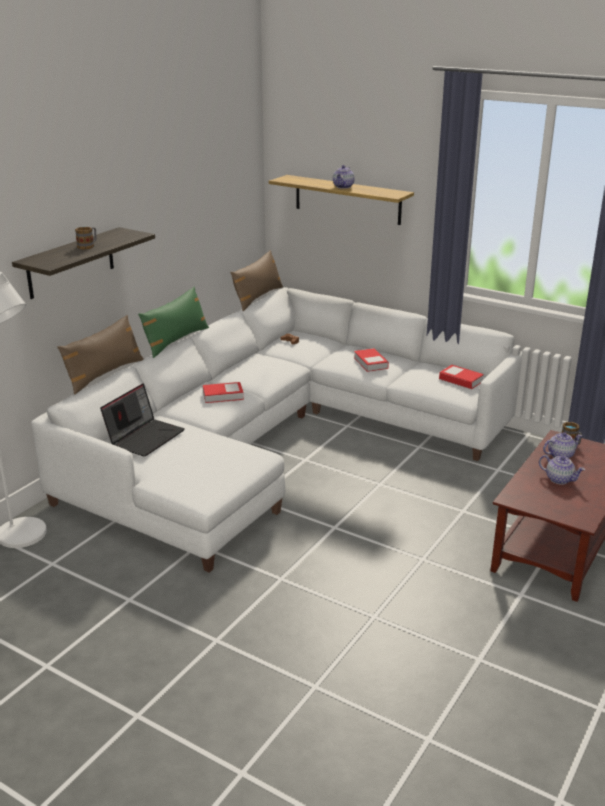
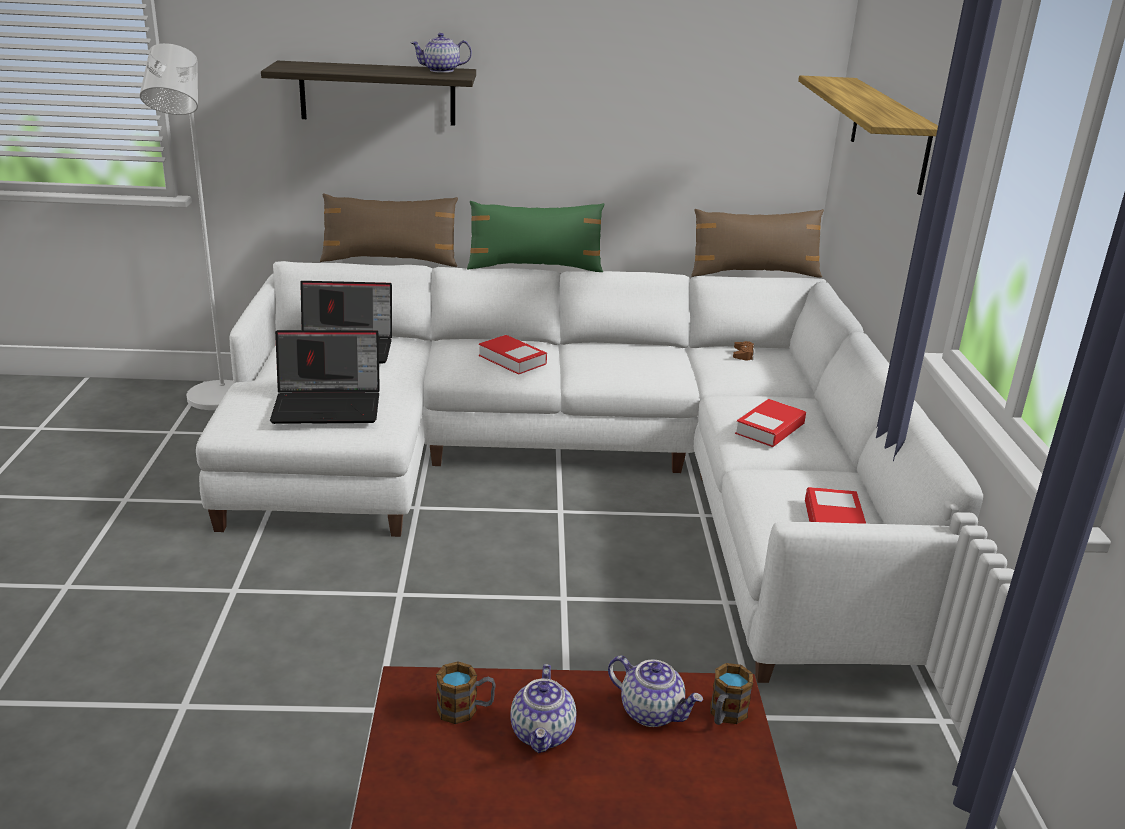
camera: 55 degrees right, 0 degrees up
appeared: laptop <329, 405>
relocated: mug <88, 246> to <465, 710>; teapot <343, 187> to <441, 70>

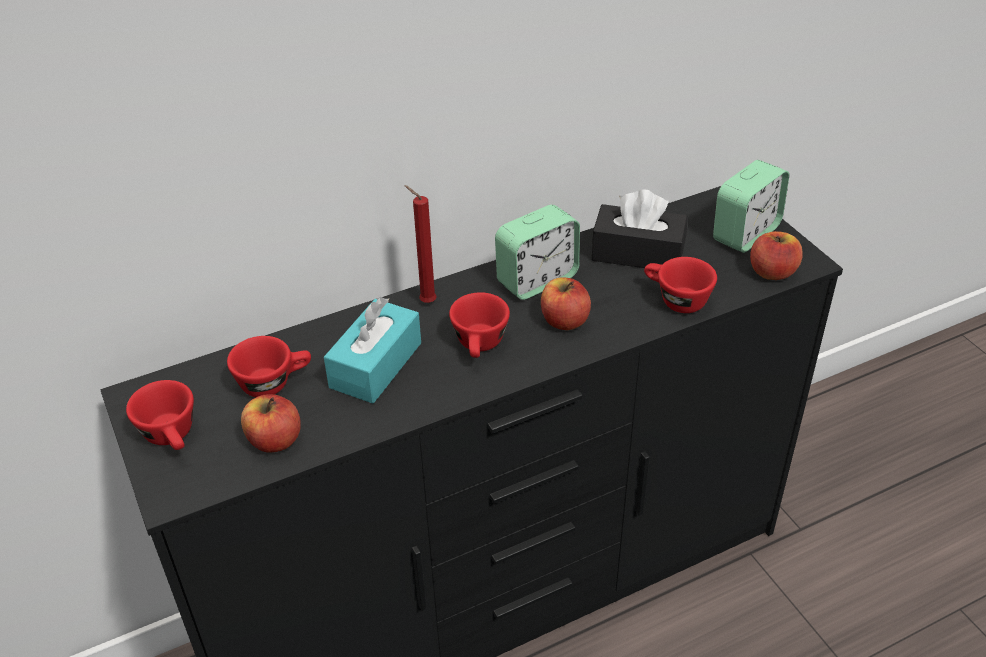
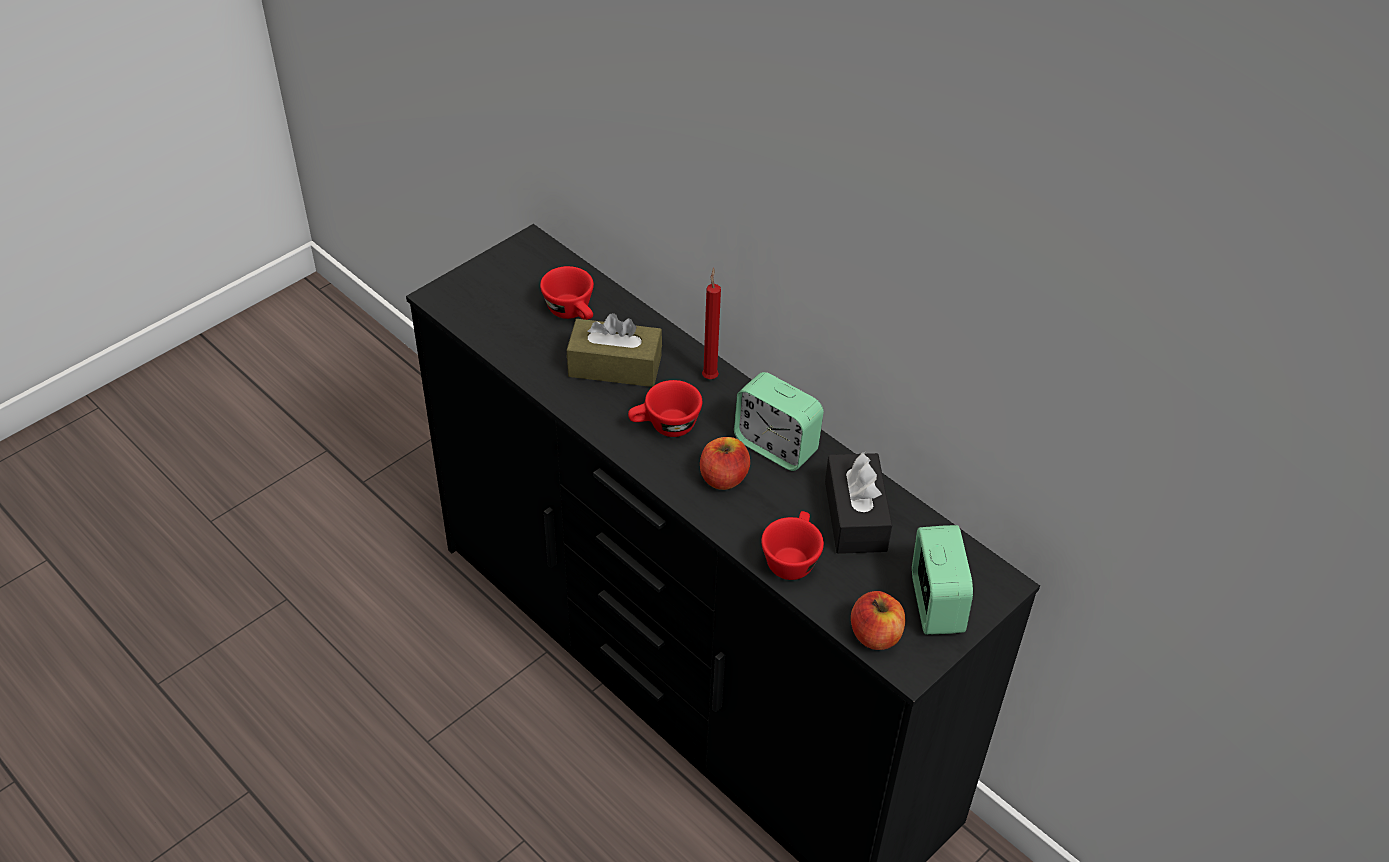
camera: 70 degrees right, 5 degrees up
missing: red cup <172, 437>; apple <274, 440>
colour: turquoise tissue box <376, 365> to brown tissue box <615, 366>
spun: alarm clock <745, 234> = <935, 604> 120 degrees counterclockwise

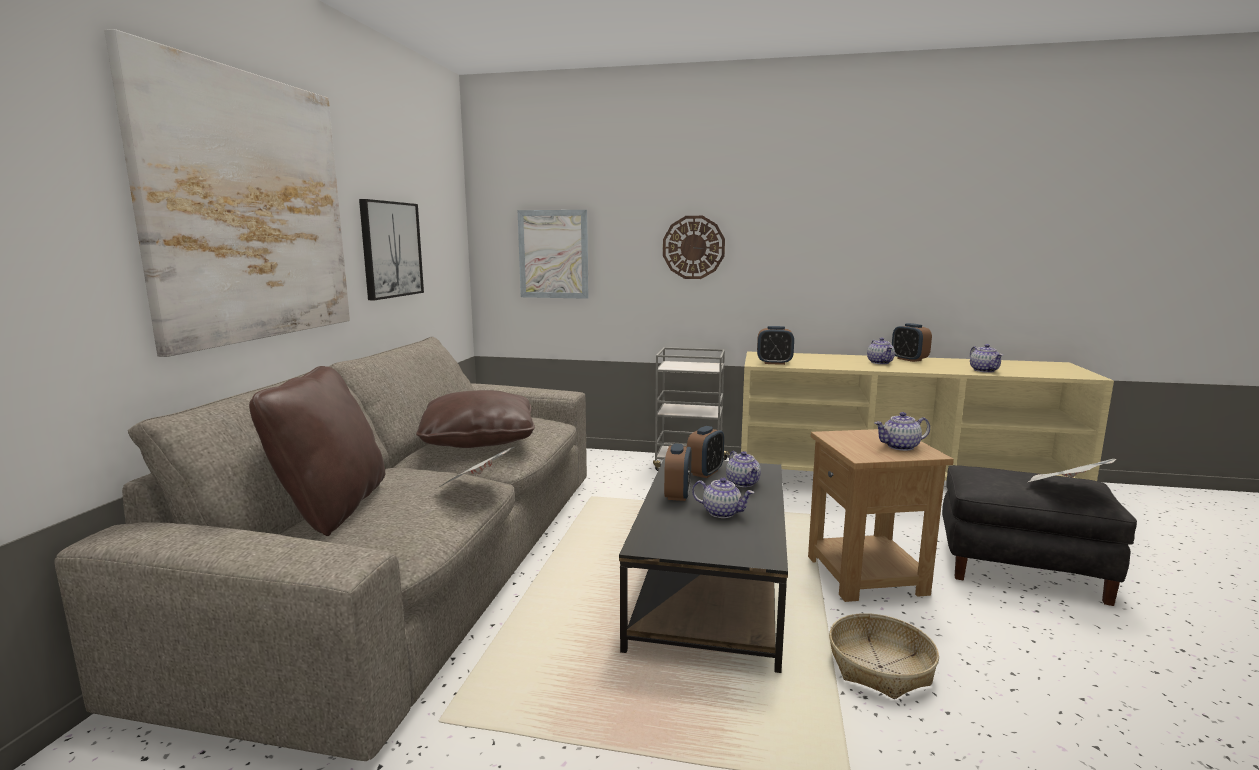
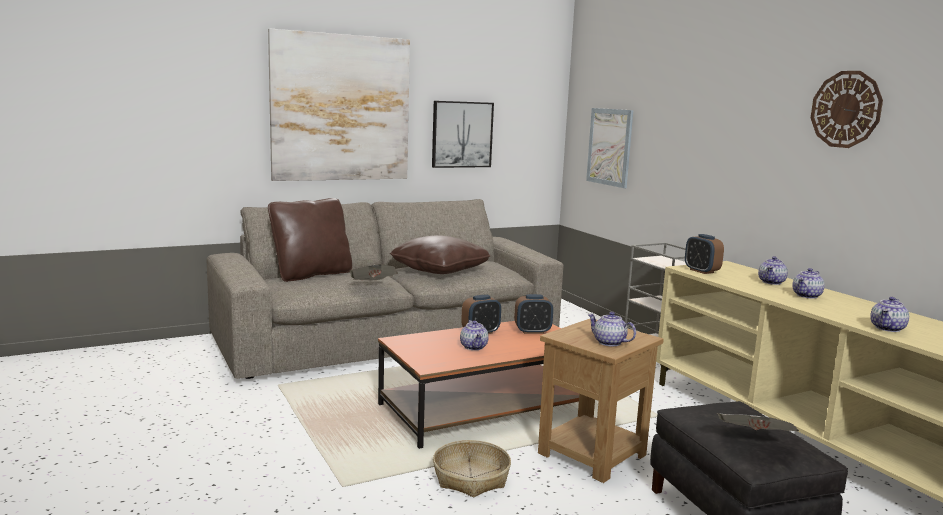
camera: 50 degrees right, 0 degrees up
missing: alarm clock <909, 359>
relocated: wall clock <693, 247> to <846, 109>; teapot <743, 483> to <772, 282>
colour: black coffee table <710, 586> to orange coffee table <485, 408>

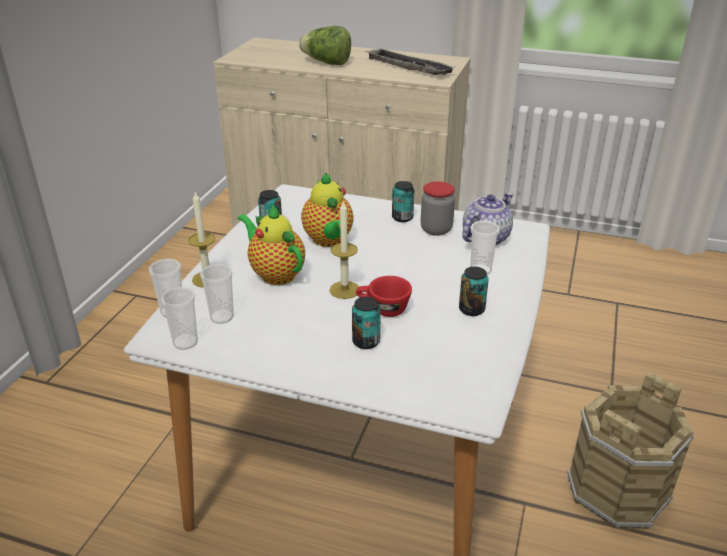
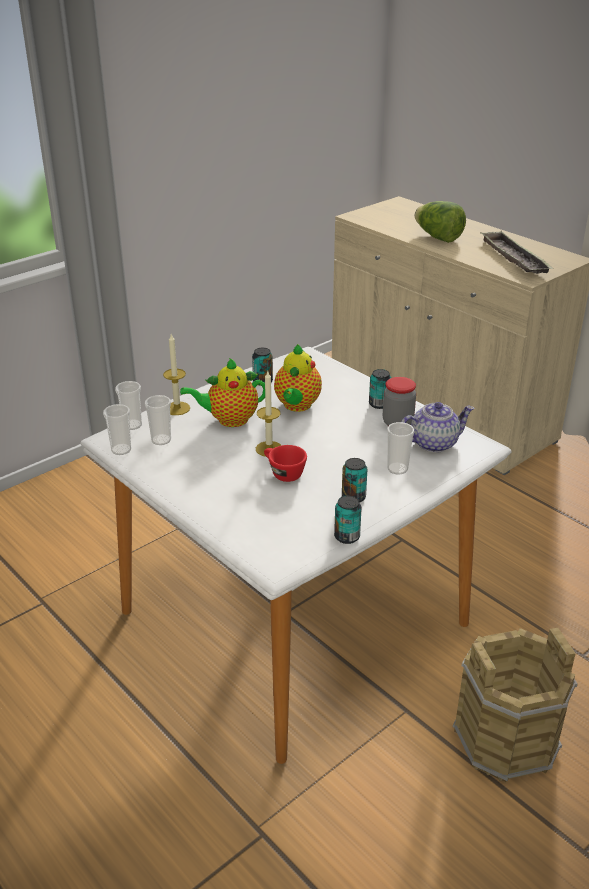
camera: 30 degrees right, 0 degrees up
relocated: can <366, 342> to <347, 537>
spun: teapot <275, 274> = <229, 420> 90 degrees counterclockwise

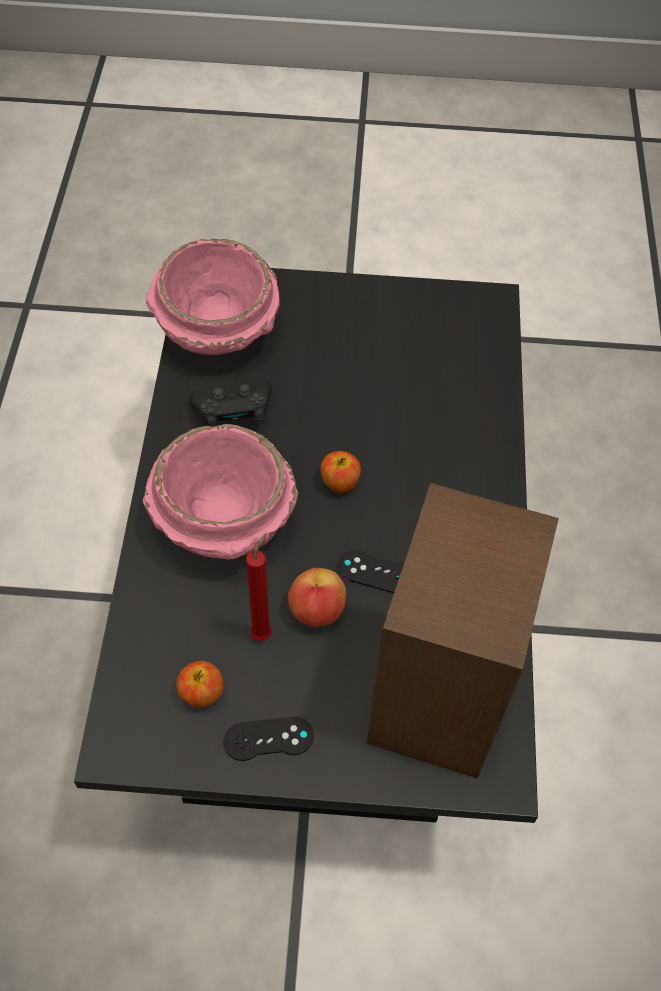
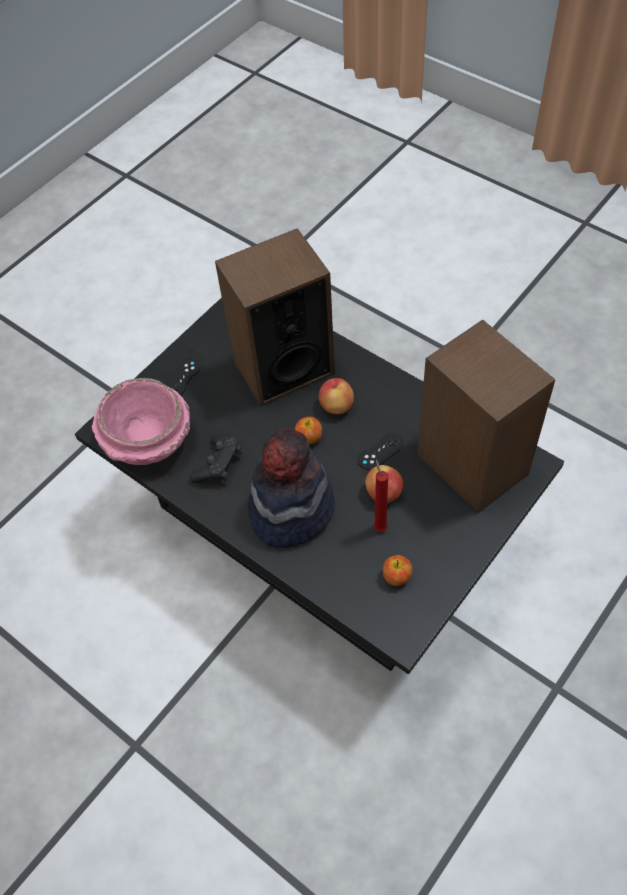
camera: 50 degrees left, 0 degrees up
appeared: speaker <283, 367>; apple <336, 406>
relocated: black game controller <268, 739> to <182, 378>
exchanged: pink bowl <222, 520> to hat <290, 509>

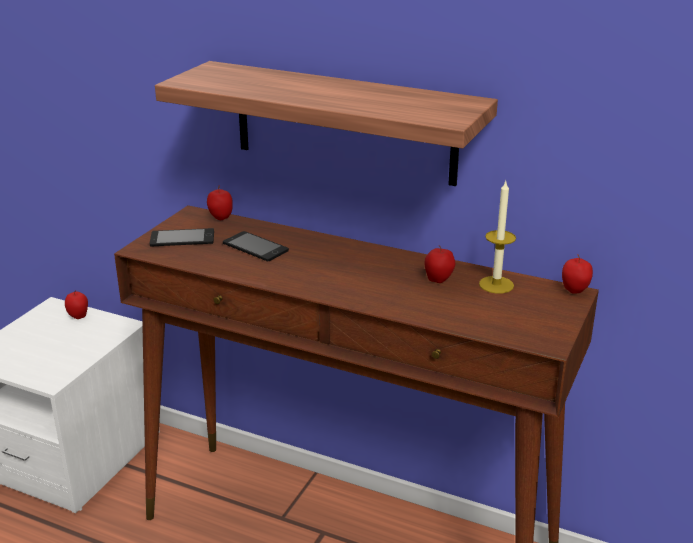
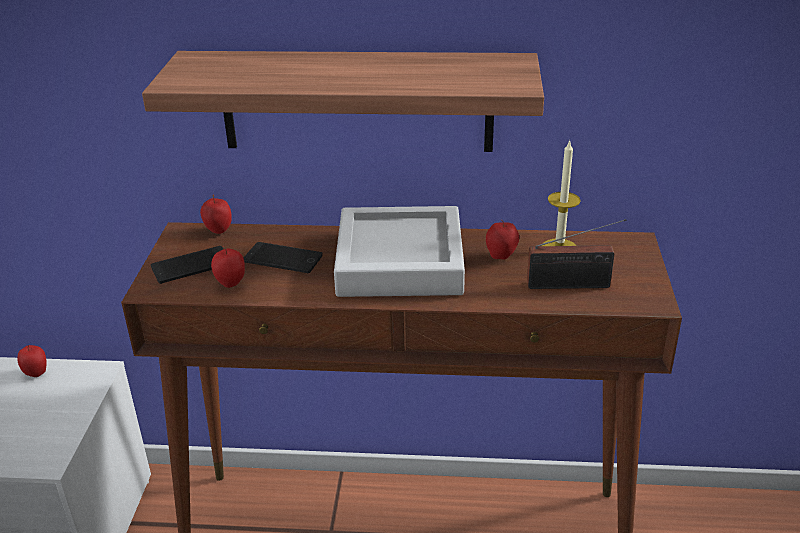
camera: 20 degrees left, 5 degrees up
appeared: grey tray <400, 262>; radio <573, 285>
relocated: apple <574, 291> to <231, 284>

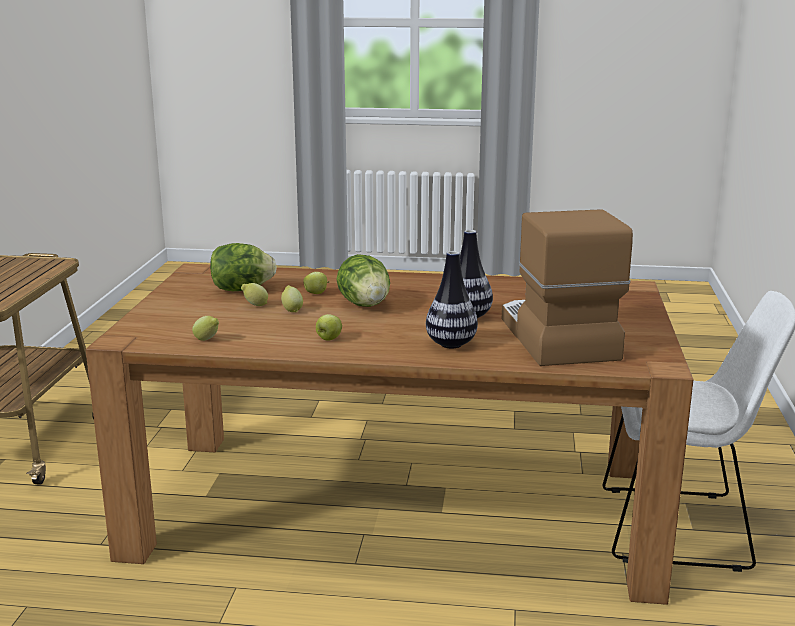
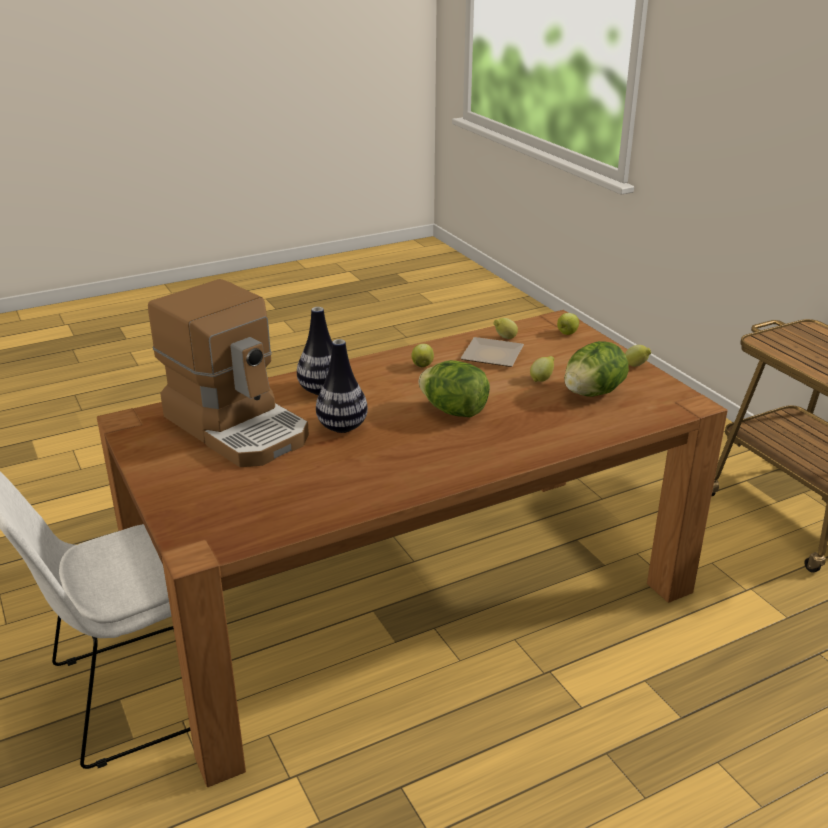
camera: 145 degrees right, 10 degrees up
appeared: plate <490, 356>
relocated: lemon <292, 310> to <636, 366>; apple <316, 293> to <567, 333>

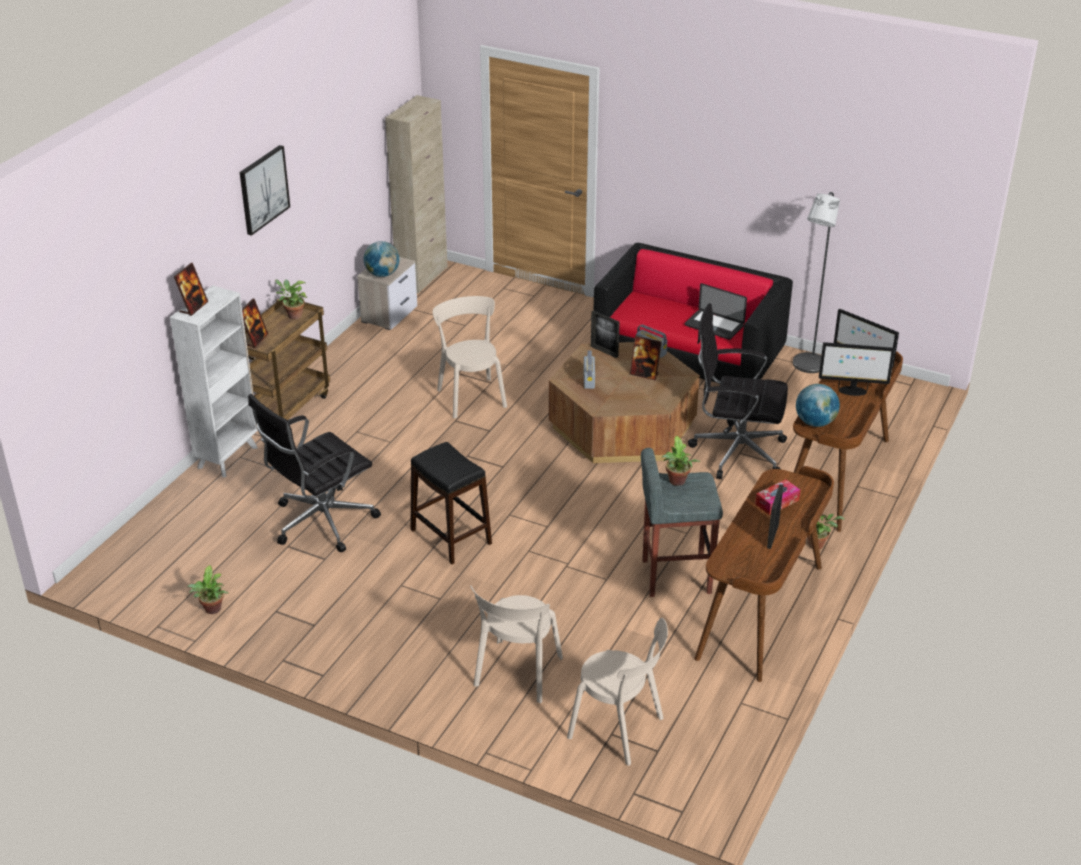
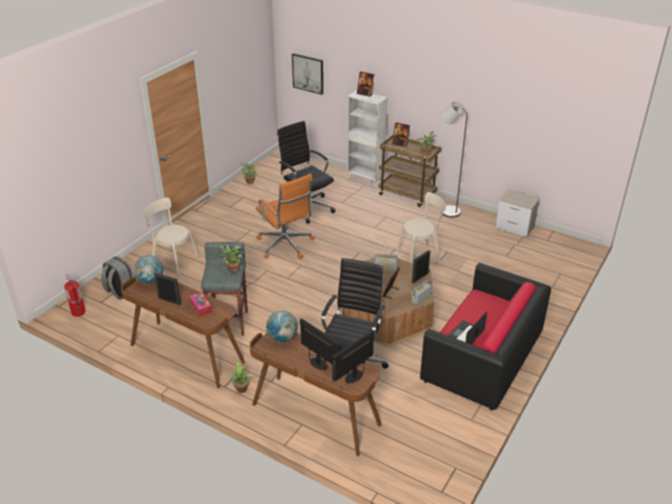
camera: 95 degrees right, 0 degrees up
missing: beige cabinet <422, 277>
appeared: fire extinguisher <78, 312>
relocated: picture <263, 189> to <308, 73>; globe <382, 274> to <150, 280>; grey floor lamp <807, 367> to <446, 210>
exchanged: black stool <451, 536> to orange office chair <286, 245>; beige chair <619, 729> to grey backpack <120, 291>
spun: monitor <852, 391> = <319, 364> 120 degrees clockwise

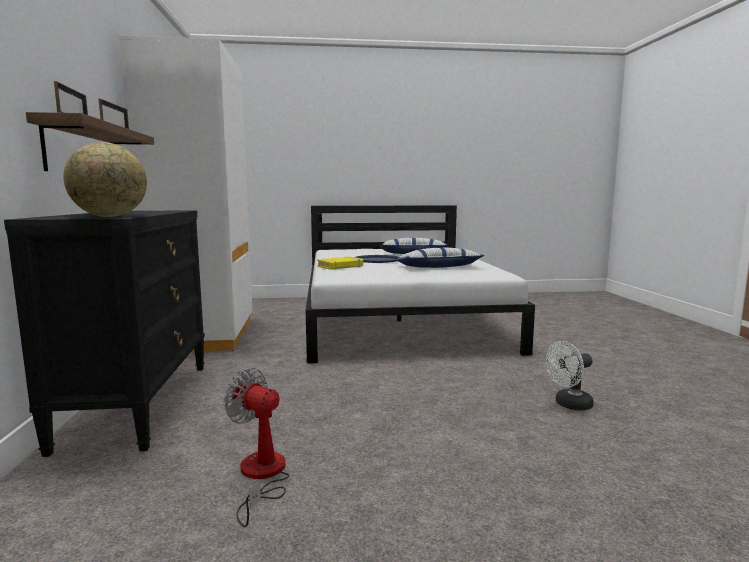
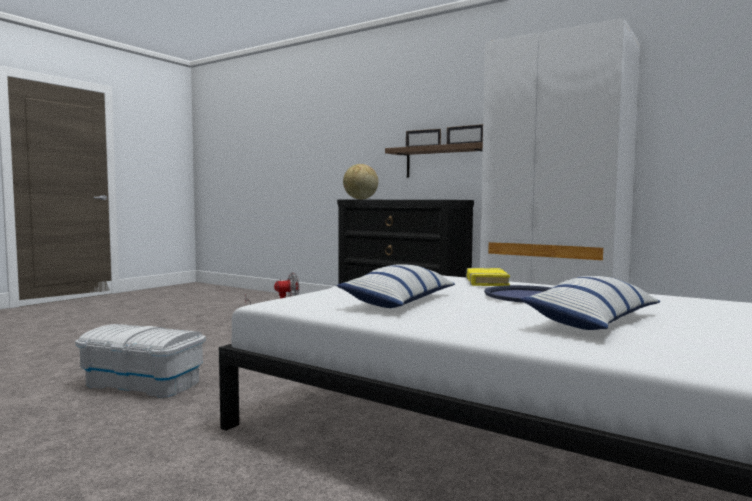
camera: 130 degrees right, 5 degrees down
exchanged: white fan <569, 405> to white storage box <142, 383>

